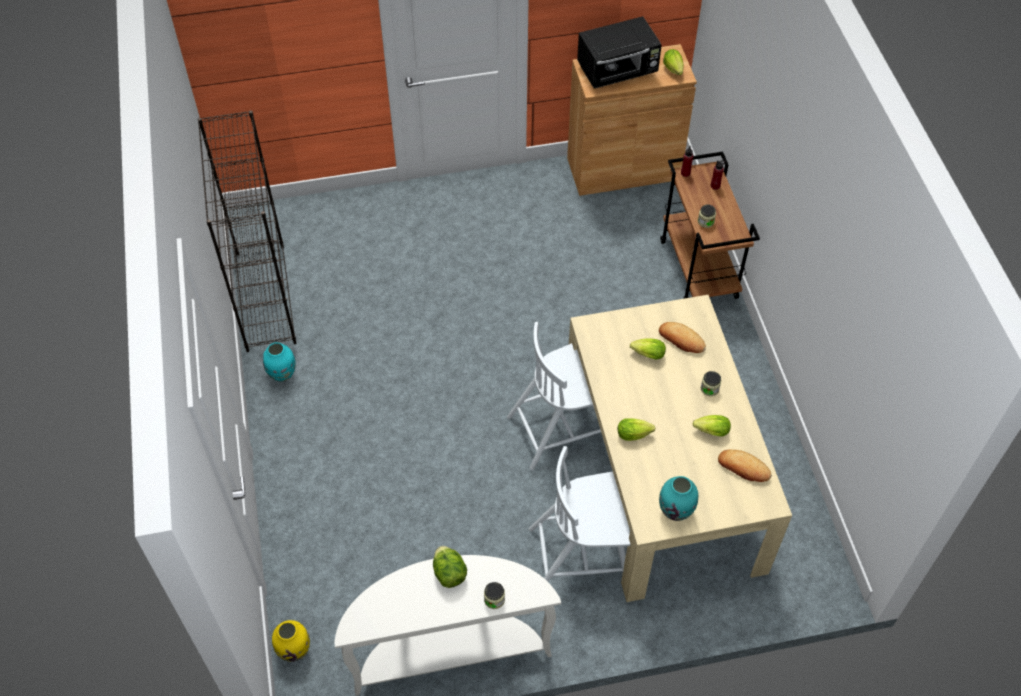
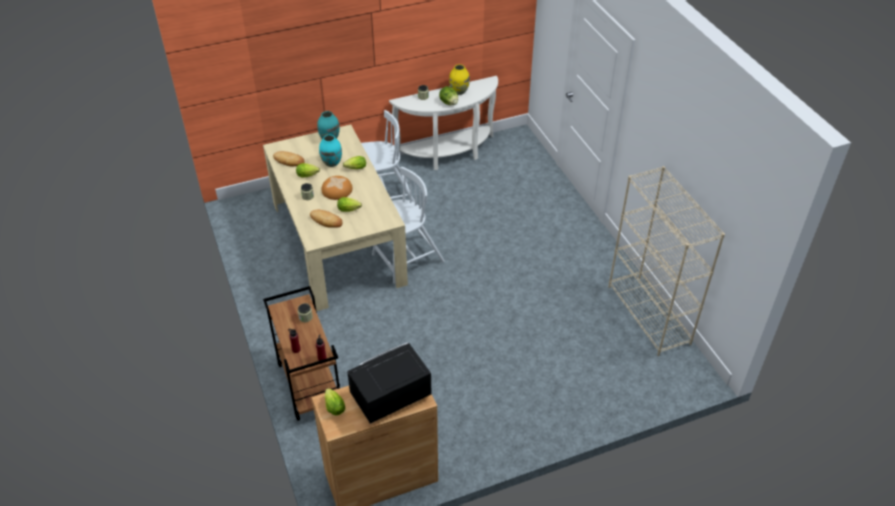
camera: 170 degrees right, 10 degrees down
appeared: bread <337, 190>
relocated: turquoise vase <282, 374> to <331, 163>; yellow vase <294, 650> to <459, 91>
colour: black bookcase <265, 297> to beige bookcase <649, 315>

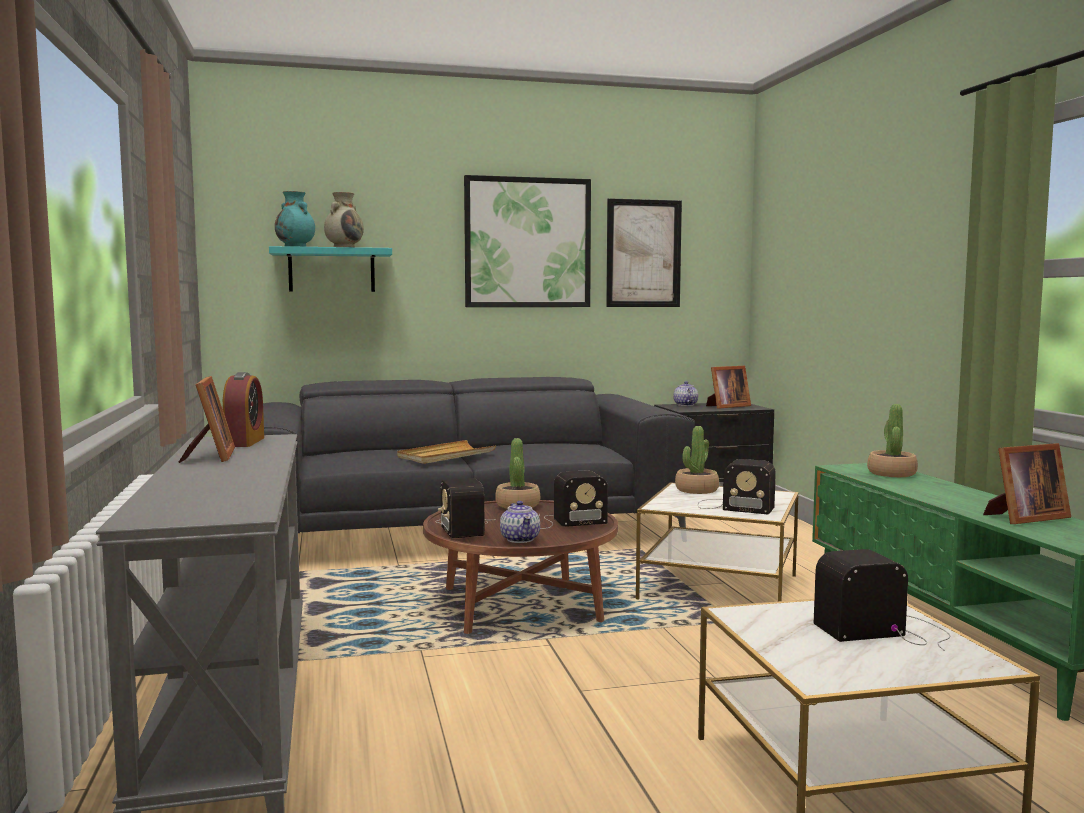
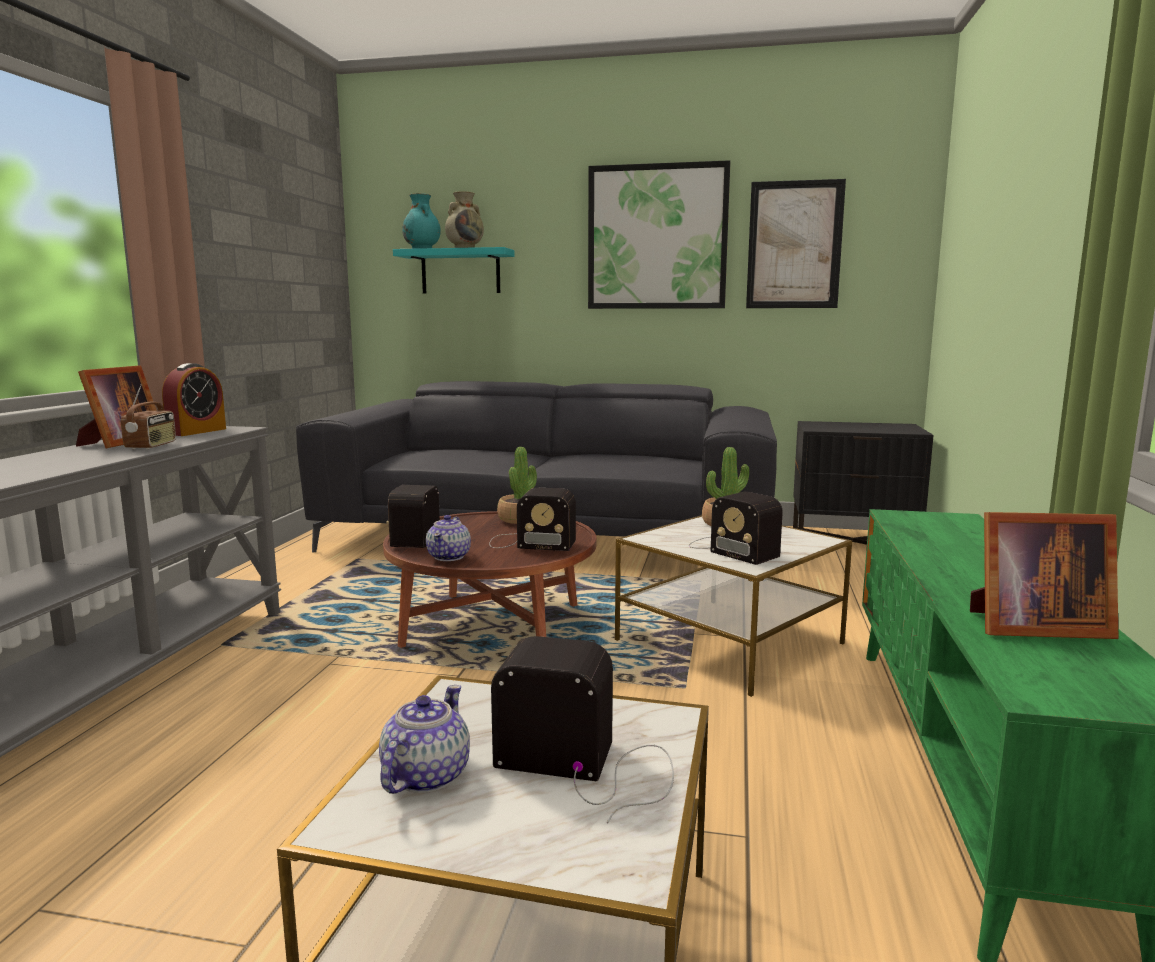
camera: 25 degrees right, 5 degrees up
missing: beige tray <446, 456>; picture frame <726, 406>; potted plant <891, 473>
appeared: radio <152, 446>
relocated: teapot <685, 405> to <424, 776>

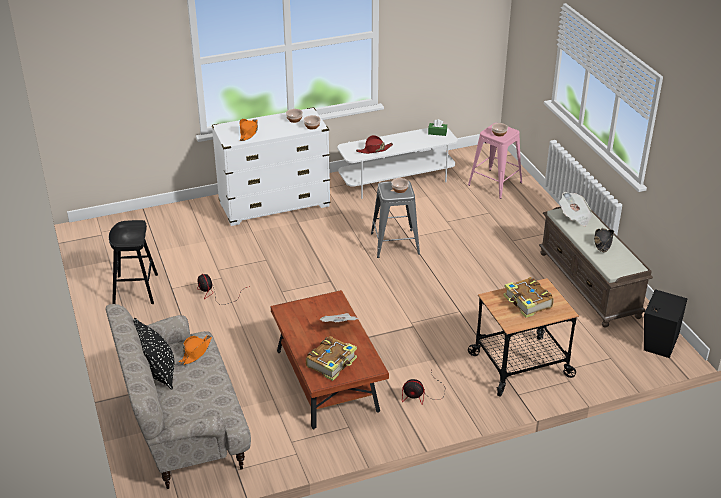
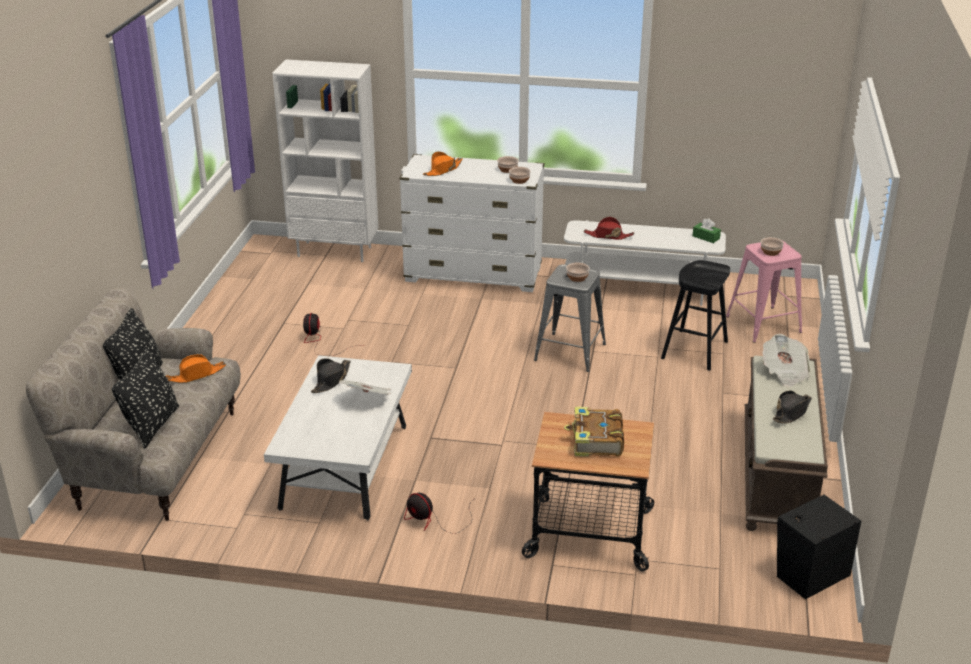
camera: 30 degrees right, 5 degrees down
missing: book <332, 363>
appeared: black pillow <152, 426>; white bookcase <335, 251>; black hat <331, 380>
relocated: black stool <135, 290> to <694, 350>
colour: brown coffee table <327, 381> to white coffee table <345, 467>

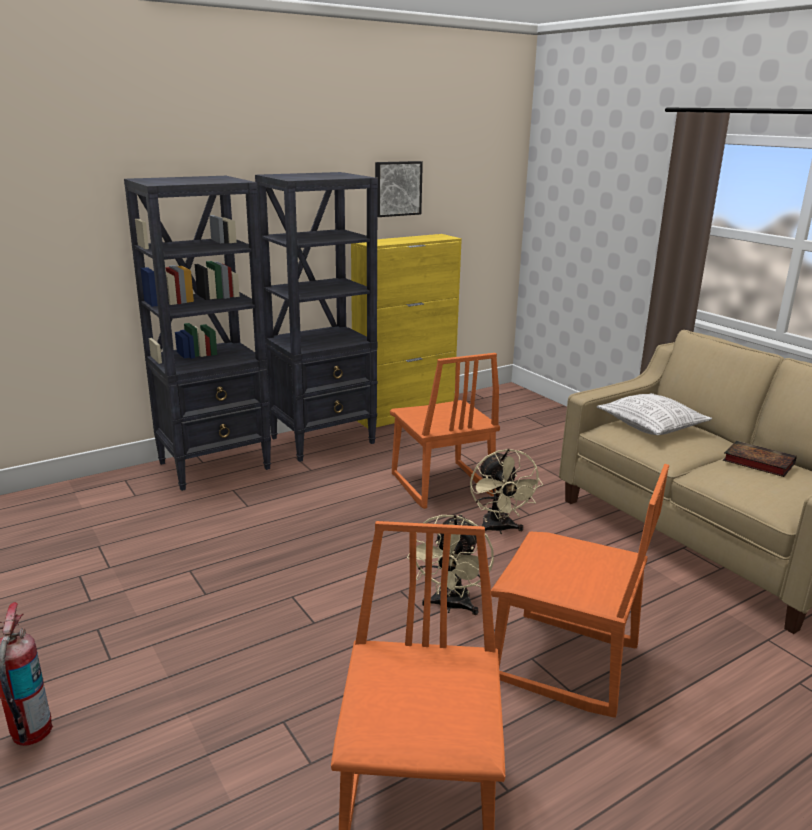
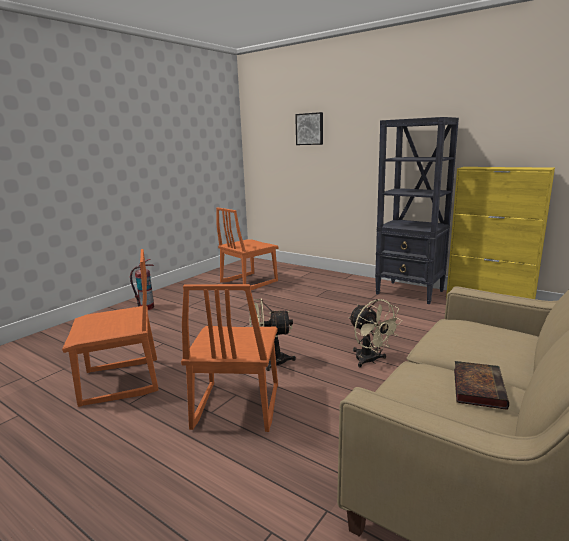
camera: 70 degrees right, 5 degrees down
missing: black bookcase <216, 465>; pillow <651, 426>
relocated: picture <397, 188> to <310, 129>; orange chair <440, 486> to <248, 282>
spun: beige fan <498, 529> = <370, 361> 90 degrees counterclockwise

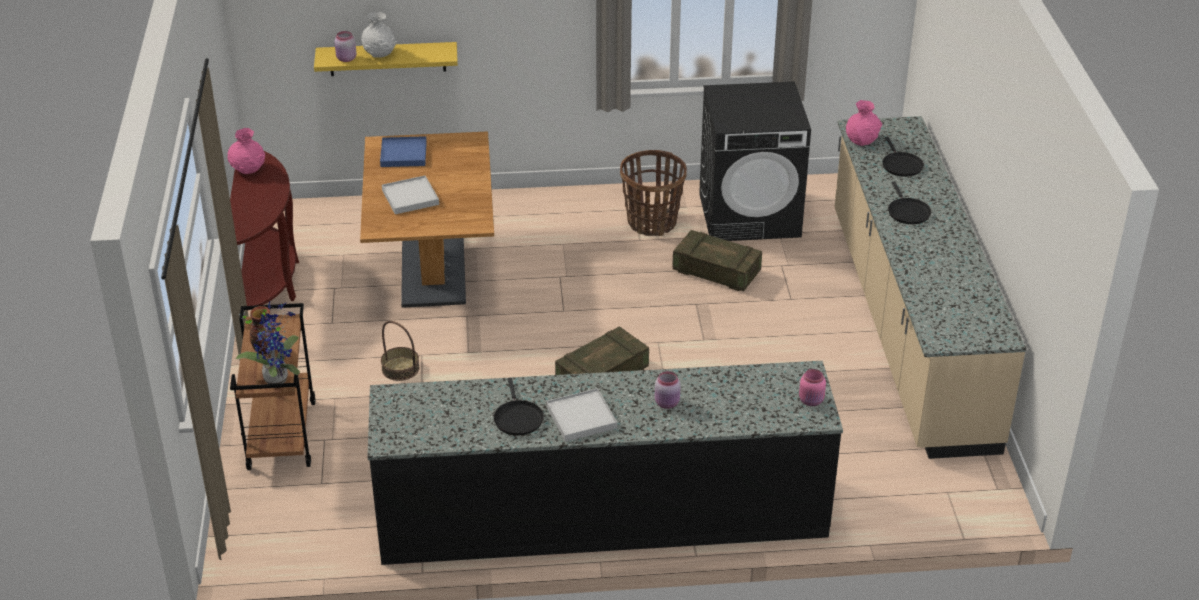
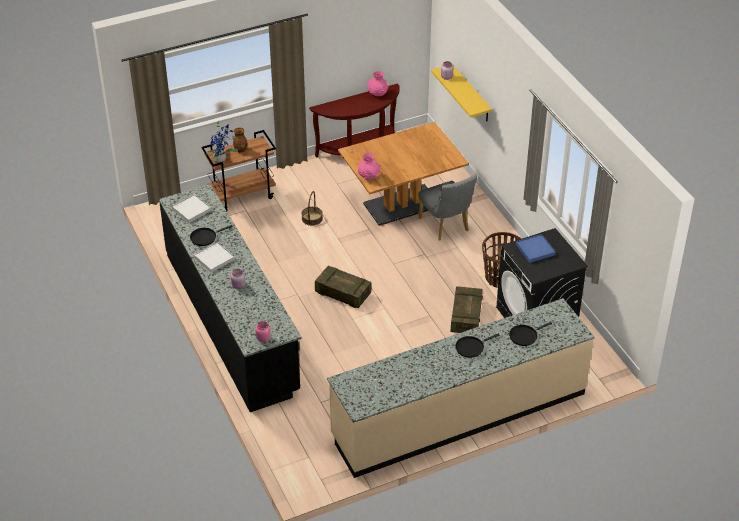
camera: 70 degrees right, 5 degrees up
missing: white vase <380, 54>
appeared: grey chair <446, 227>
relocated: blue tray <404, 154> to <535, 250>; white tray <410, 197> to <191, 210>; pink vase <862, 140> to <369, 176>

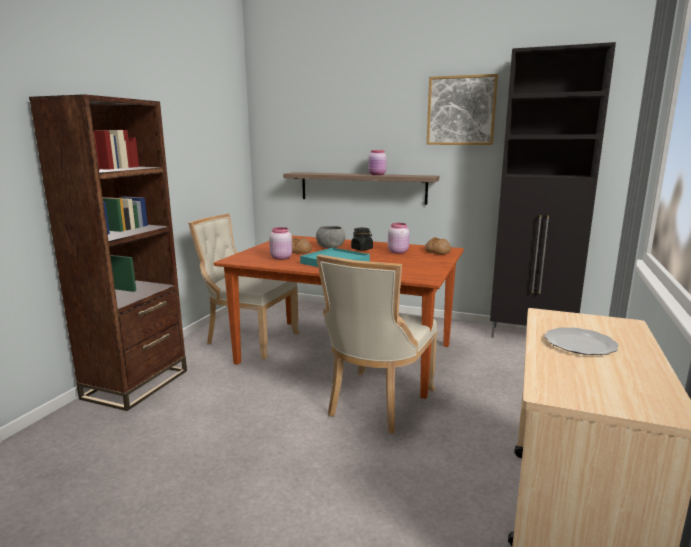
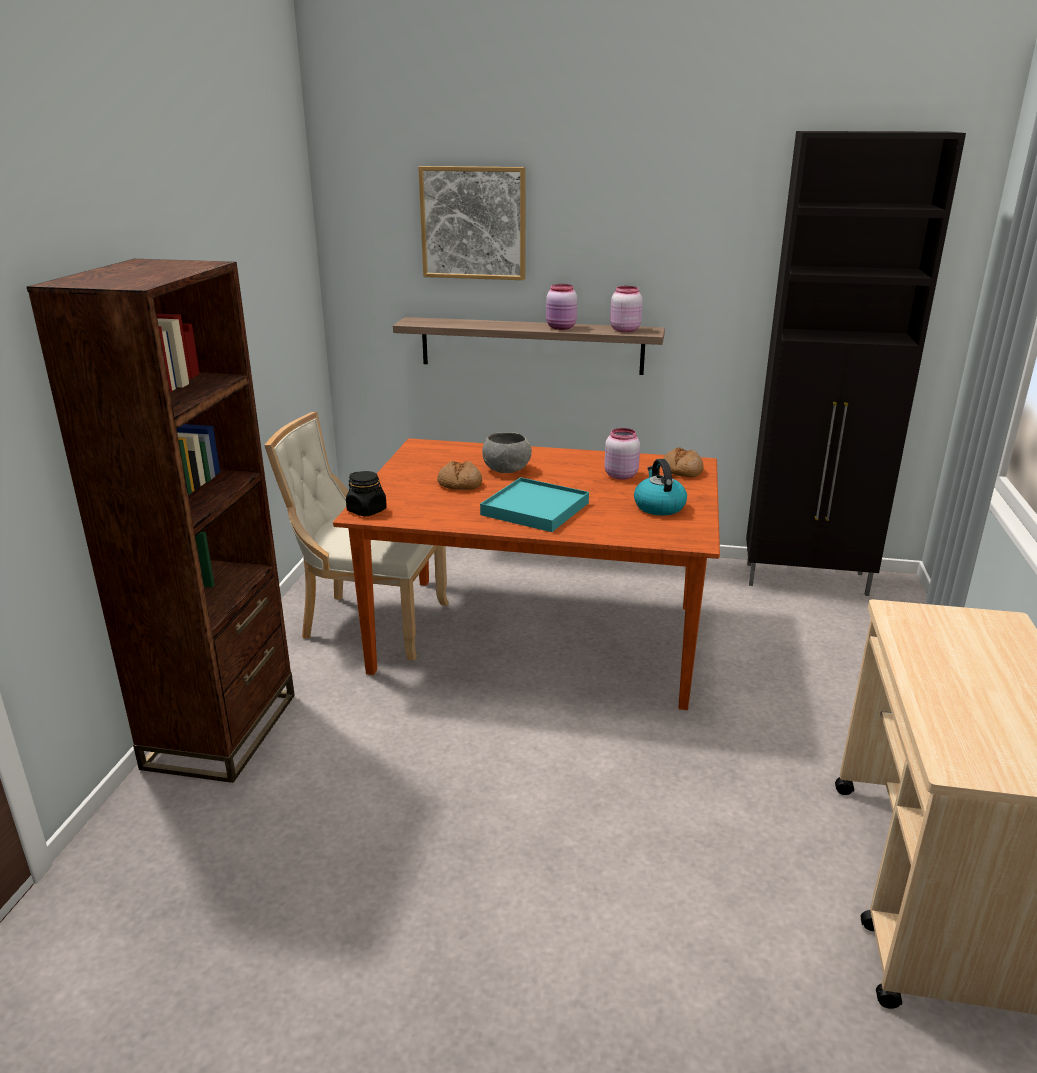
camera: 10 degrees left, 10 degrees up
missing: beige chair <377, 403>; plate <579, 343>
appeared: kettle <658, 506>
relocated: pink jar <280, 258> to <624, 330>; black jar <362, 249> to <367, 510>; picture <461, 110> to <473, 223>

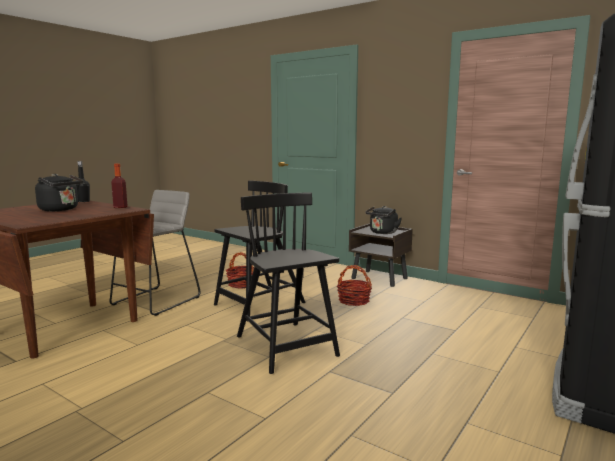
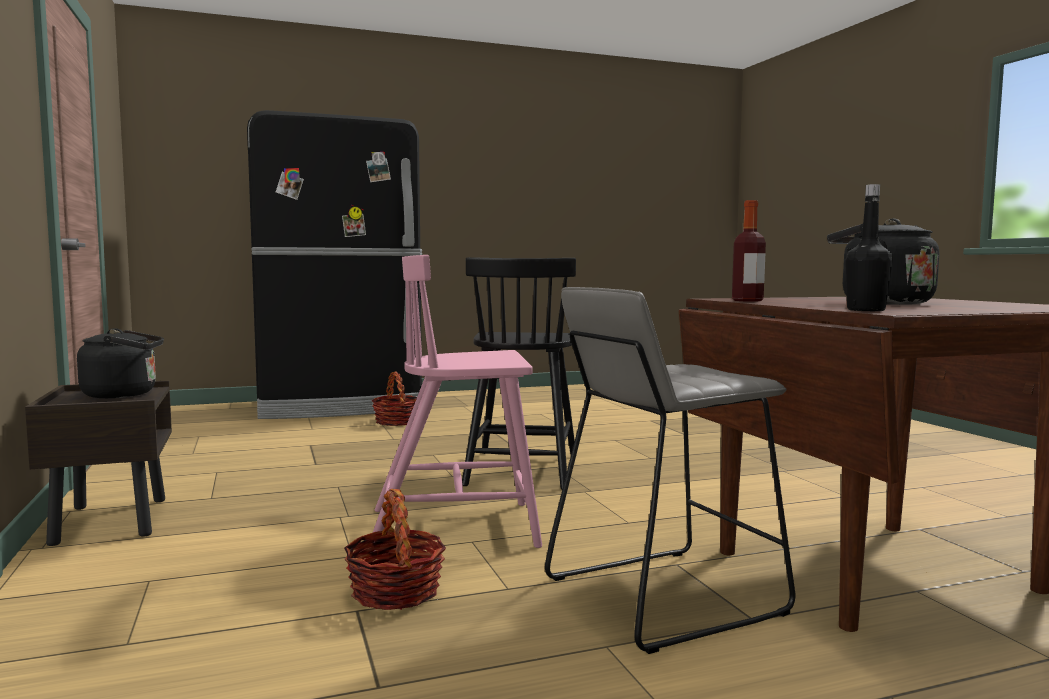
camera: 145 degrees left, 5 degrees down
relocated: basket <354, 301> to <396, 422>
colour: black chair <258, 304> to pink chair <457, 527>

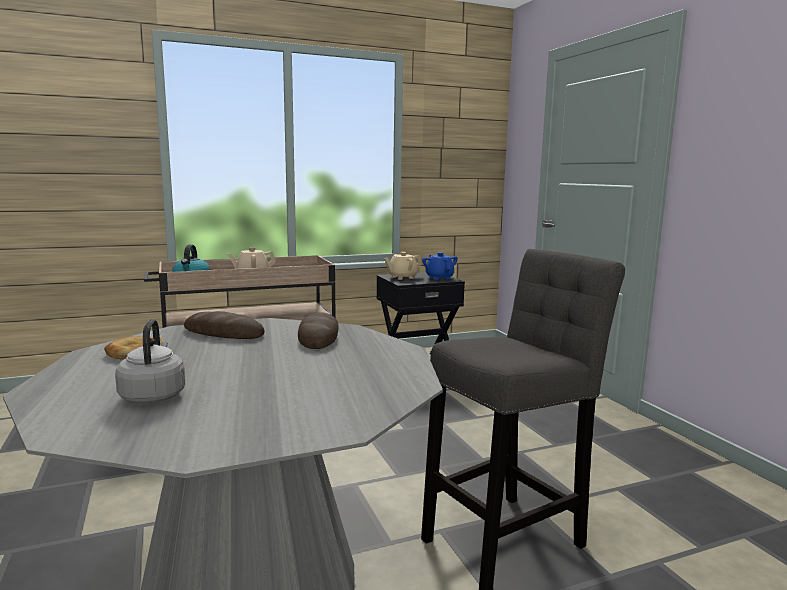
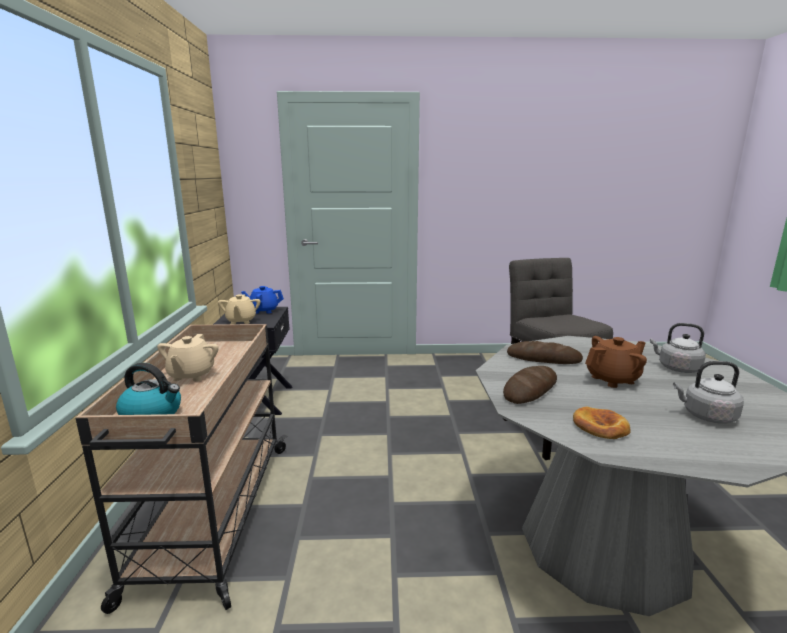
camera: 70 degrees left, 5 degrees up
appeared: brown teapot <613, 379>; grey kettle <676, 368>

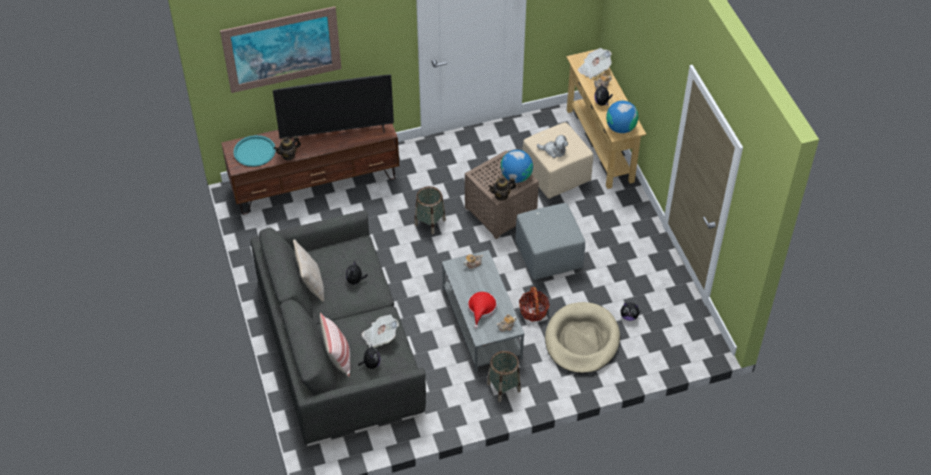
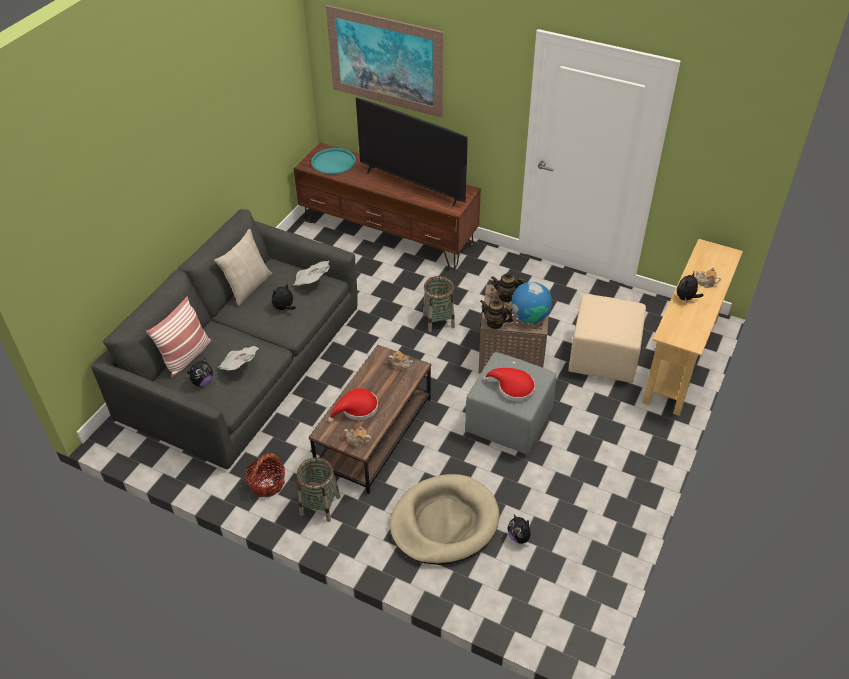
camera: 45 degrees right, 5 degrees down
missing: plush toy <553, 151>; globe <620, 128>
appeared: red hat <512, 388>
relocated: teapot <288, 155> to <507, 296>; basket <533, 311> to <267, 483>; newspaper <594, 69> to <312, 281>
colour: grey coffee table <481, 322> to brown coffee table <374, 433>

